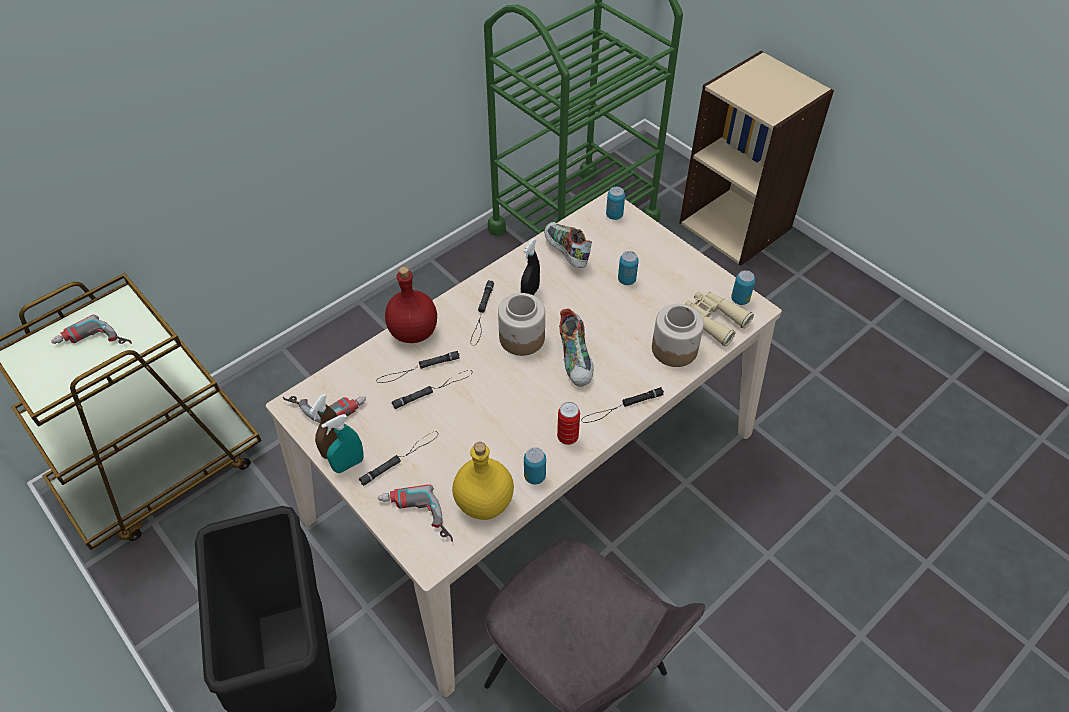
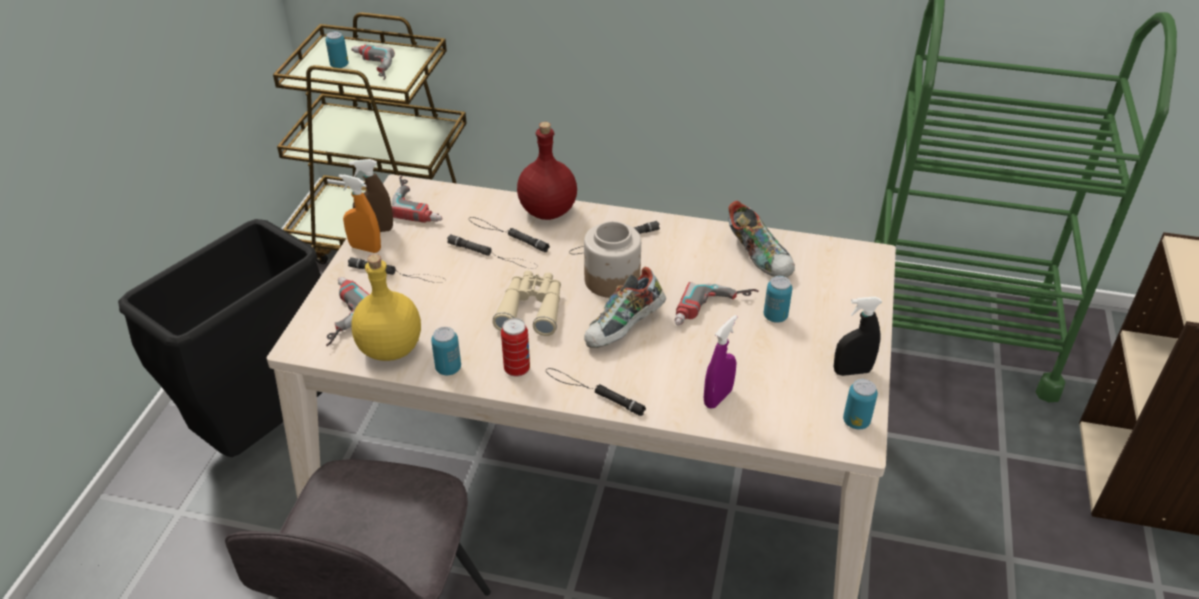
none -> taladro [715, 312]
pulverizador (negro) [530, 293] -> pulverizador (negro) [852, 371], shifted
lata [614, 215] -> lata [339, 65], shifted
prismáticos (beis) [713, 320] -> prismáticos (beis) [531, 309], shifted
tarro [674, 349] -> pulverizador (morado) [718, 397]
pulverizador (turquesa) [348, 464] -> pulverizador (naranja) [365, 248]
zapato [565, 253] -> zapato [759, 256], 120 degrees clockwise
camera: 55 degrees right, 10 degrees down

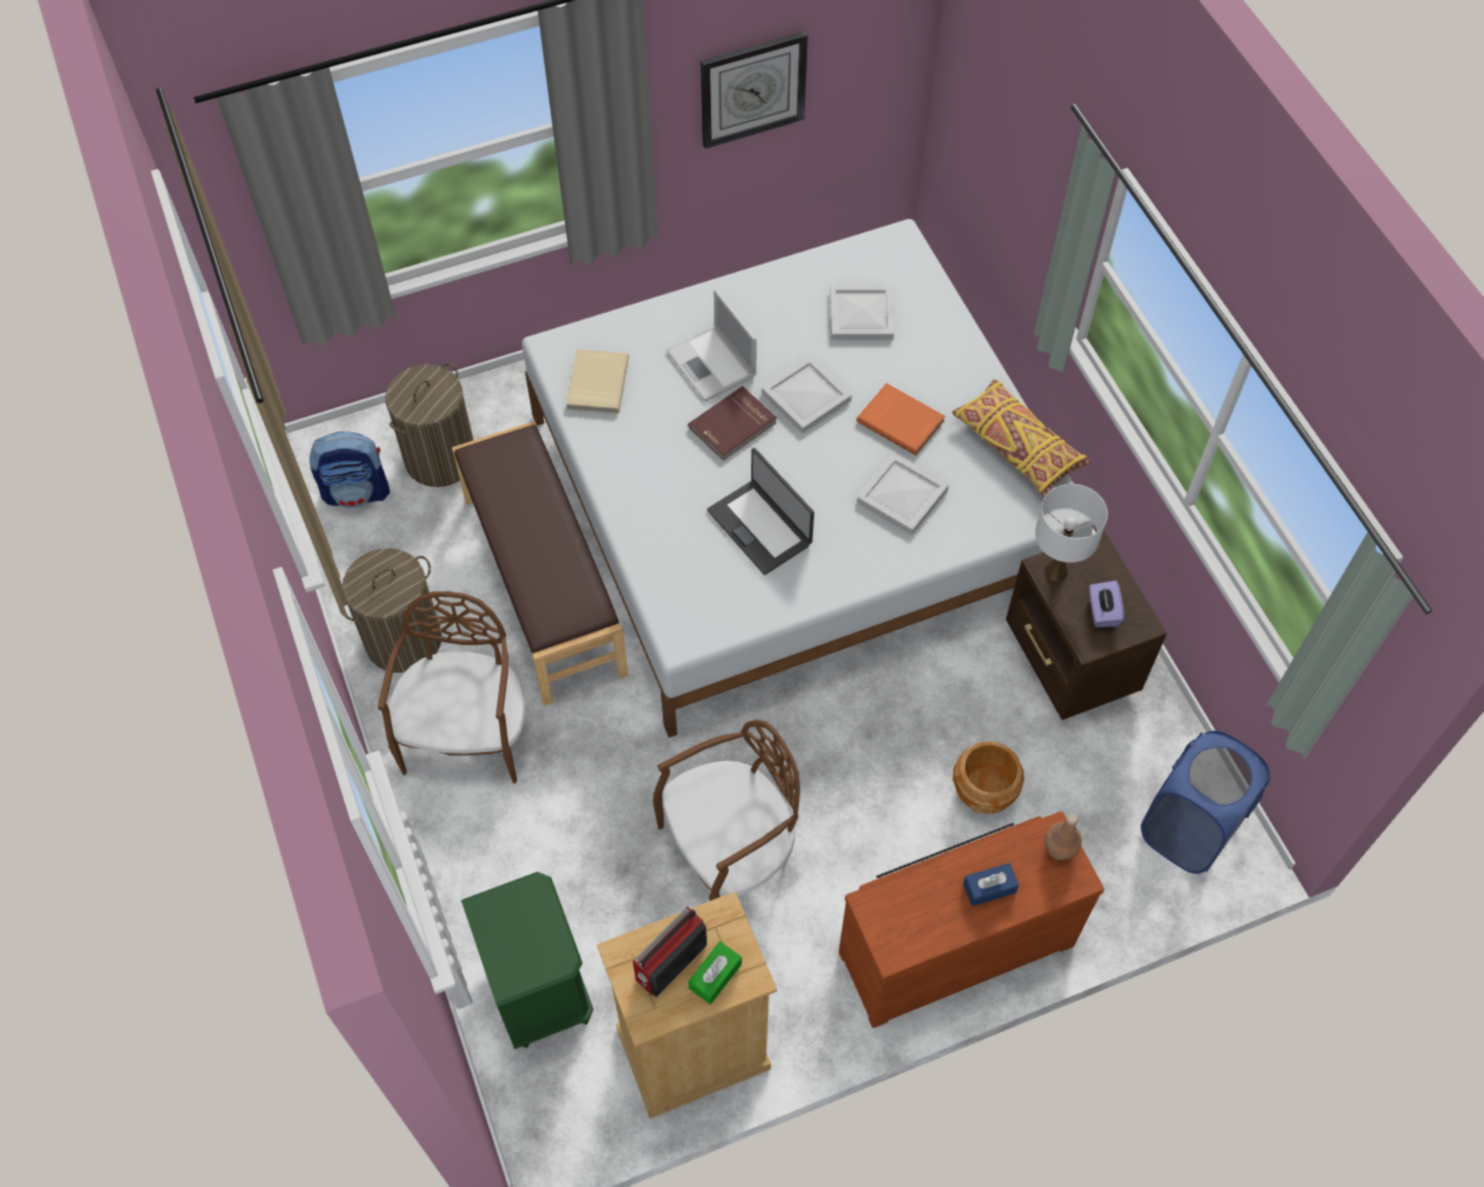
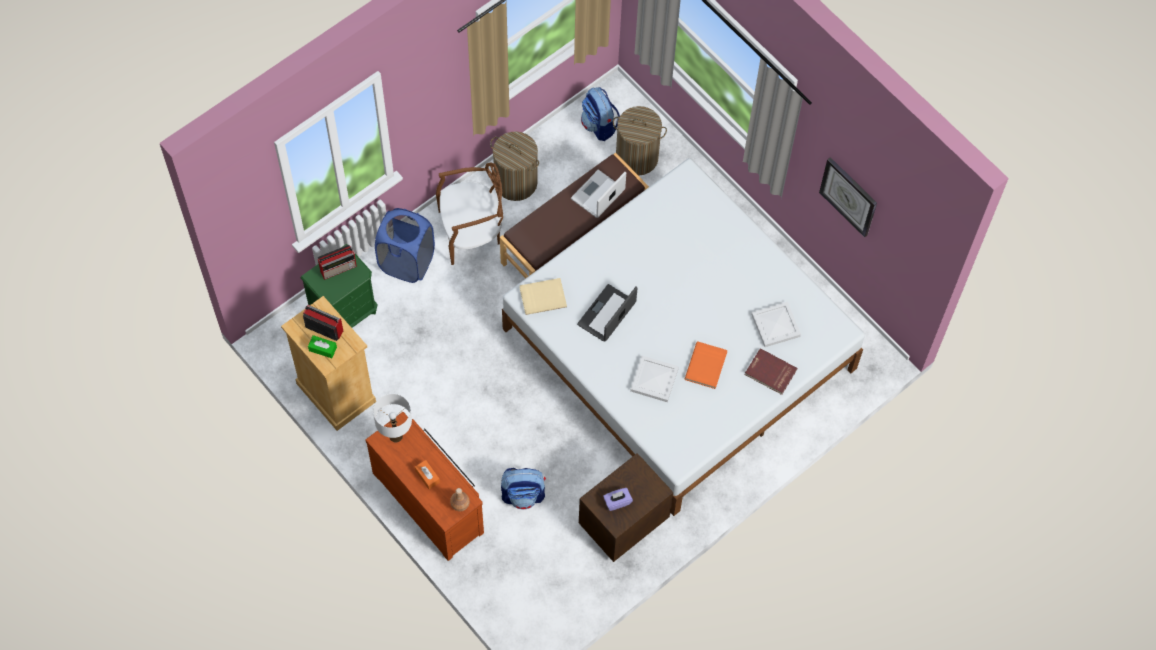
silla (marrón) [730, 852] -> none
bandeja (blanco) [805, 397] -> none
cojín (amarillo) [1017, 446] -> none
none -> radio [339, 268]
libro (beis) [596, 383] -> libro (beis) [542, 296], shifted
portátil [712, 365] -> portátil [597, 195], shifted
libro (rojo) [733, 426] -> libro (rojo) [770, 373], shifted
lámpara de mesa (blanco) [1055, 571] -> lámpara de mesa (blanco) [395, 435], shifted
cesto de la ropa (azul) [1188, 829] -> cesto de la ropa (azul) [406, 262], shifted
maceta (marrón) [983, 792] -> mochila [523, 495]
caja de pañuelos (azul) [989, 888] -> caja de pañuelos (naranja) [427, 476]
camera: 70 degrees right, 5 degrees up

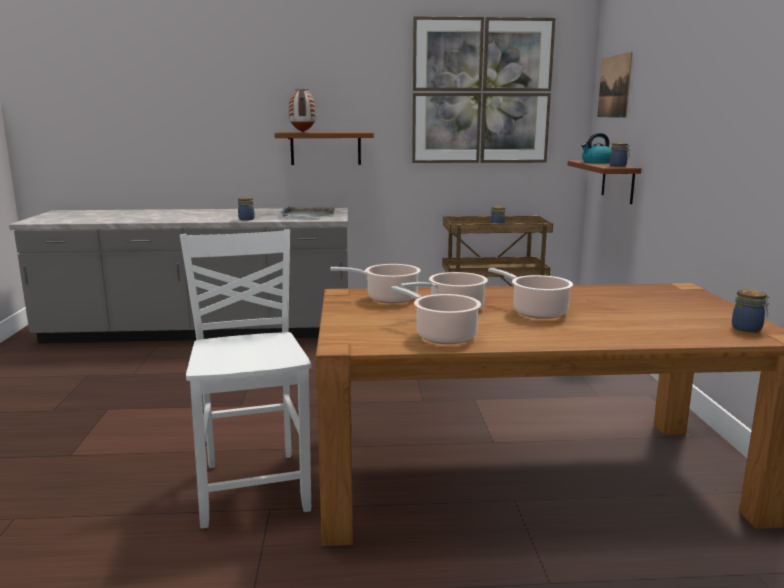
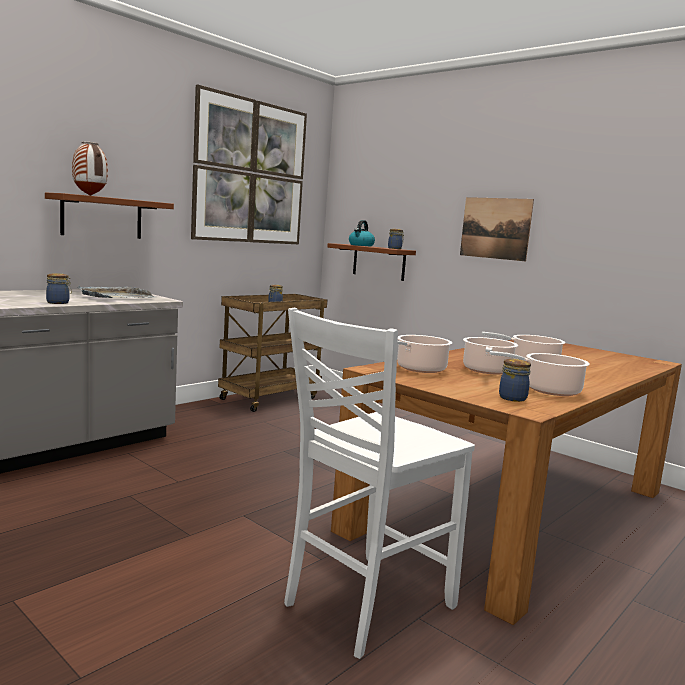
cuadro [614, 86] -> cuadro [495, 228], shifted
tarro [748, 328] -> tarro [513, 398], shifted
silla (blanco) [254, 486] -> silla (blanco) [365, 604], 75 degrees counterclockwise
camera: 45 degrees left, 5 degrees down

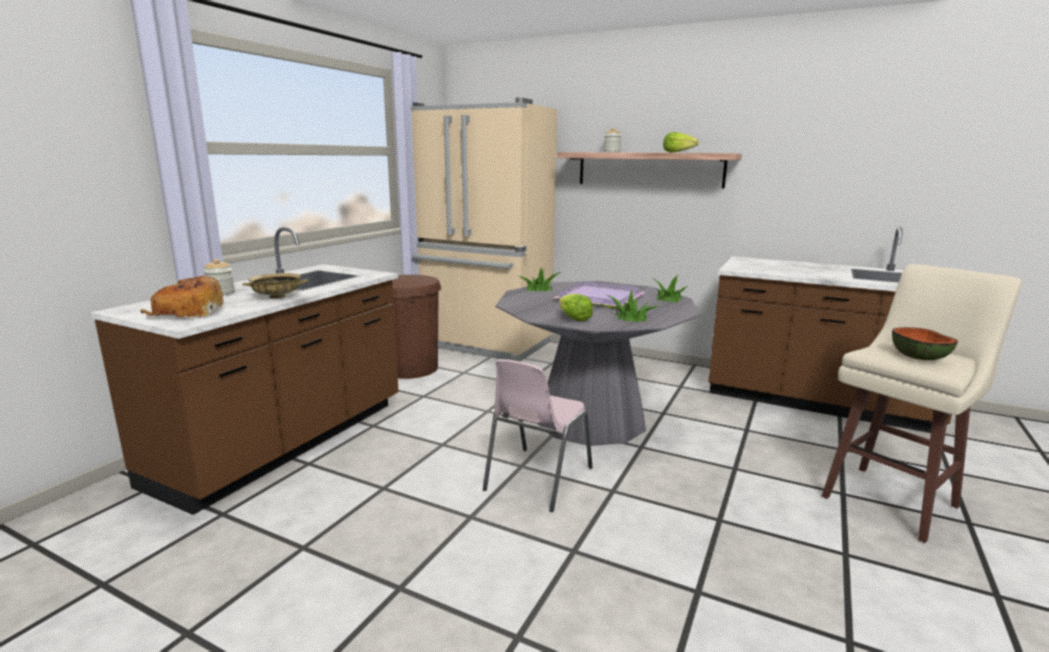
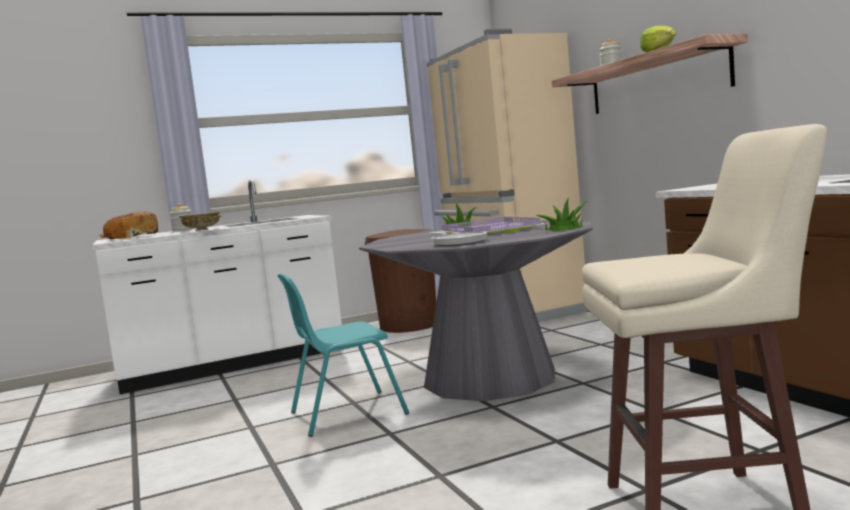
lechuga [573, 318] -> none
cuenco [920, 357] -> none
planta en maceta [631, 317] -> sartén [457, 242]
mueble bajo de cocina (marrón) [285, 443] -> mueble bajo de cocina (blanco) [232, 364]
silla (rosa) [536, 479] -> silla (turquesa) [346, 413]
camera: 40 degrees right, 10 degrees down

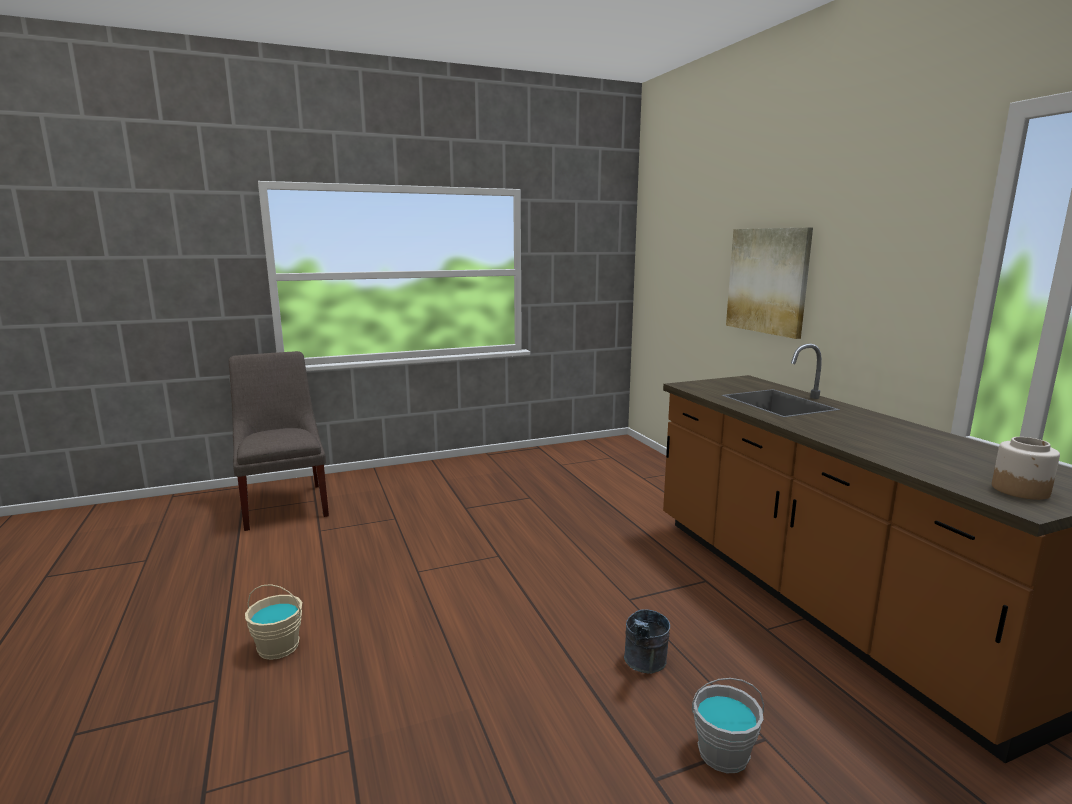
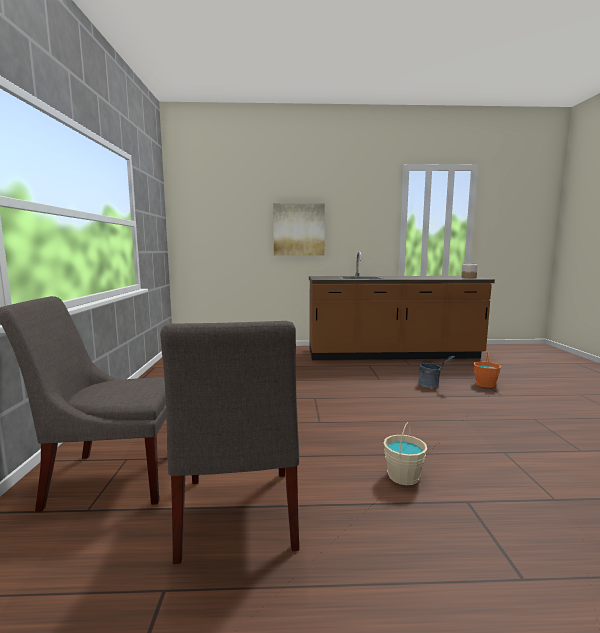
none -> silla (gris) [237, 516]
cubo (gris) [723, 753] -> cubo (naranja) [485, 384]
camera: 70 degrees left, 5 degrees down

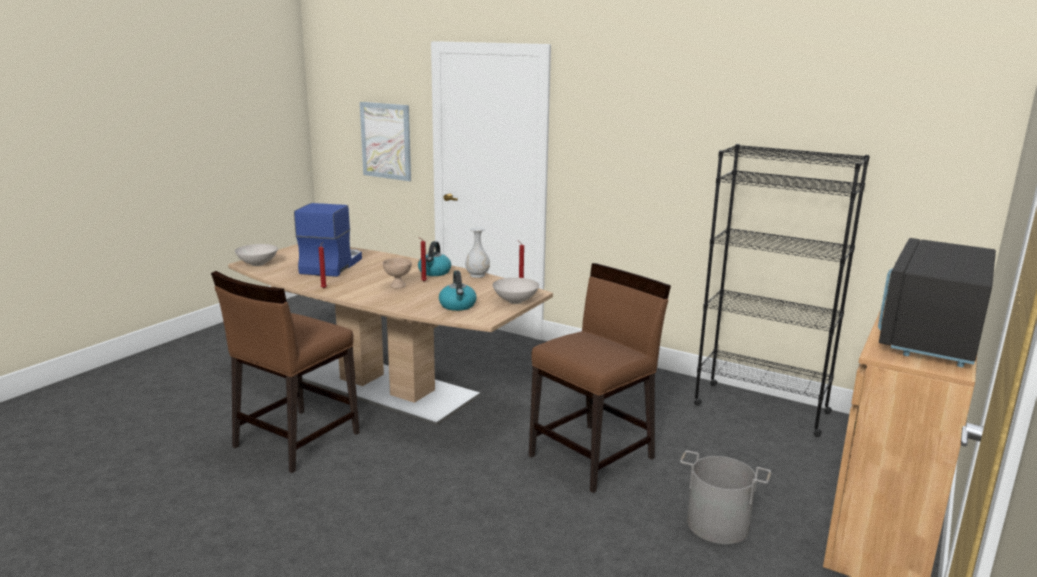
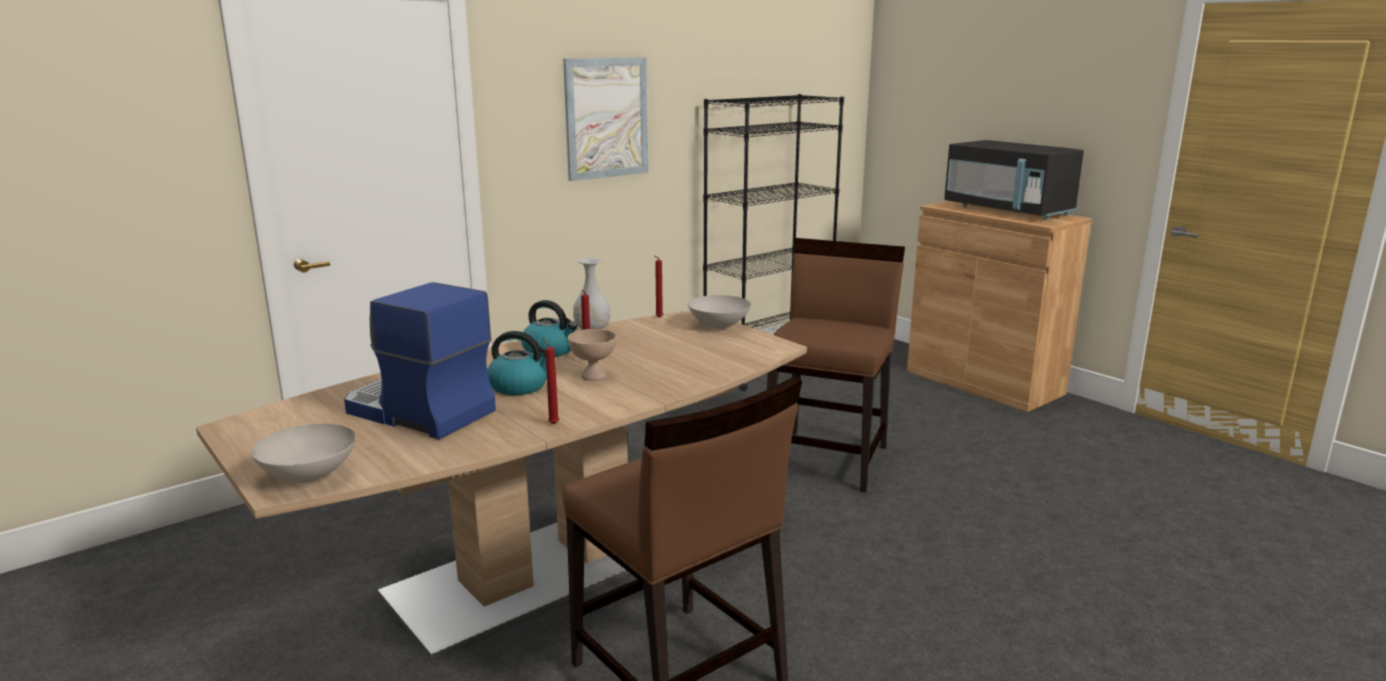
cubo (gris) [717, 525] -> none
cuadro [386, 141] -> cuadro [606, 118], shifted
hervidor [458, 306] -> hervidor [520, 386], shifted
silla (marrón) [593, 456] -> silla (marrón) [828, 459], 45 degrees clockwise
camera: 70 degrees left, 0 degrees up

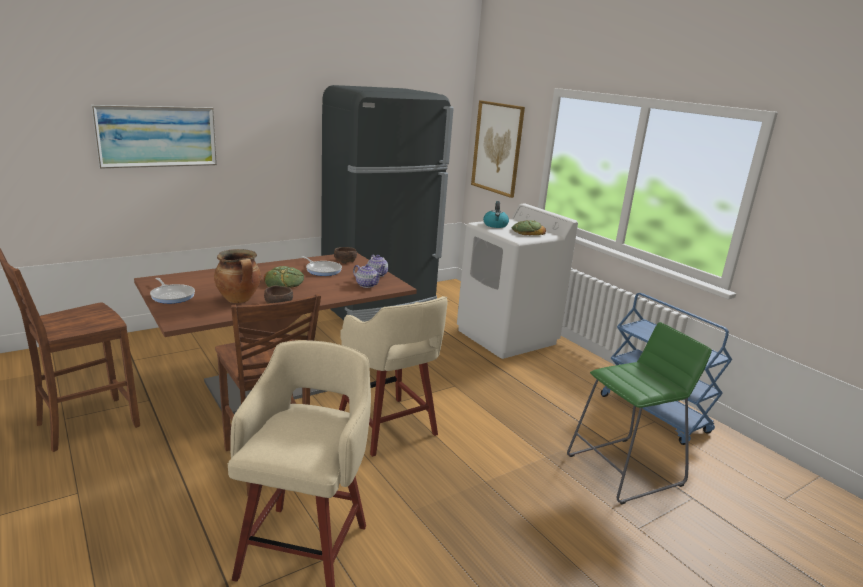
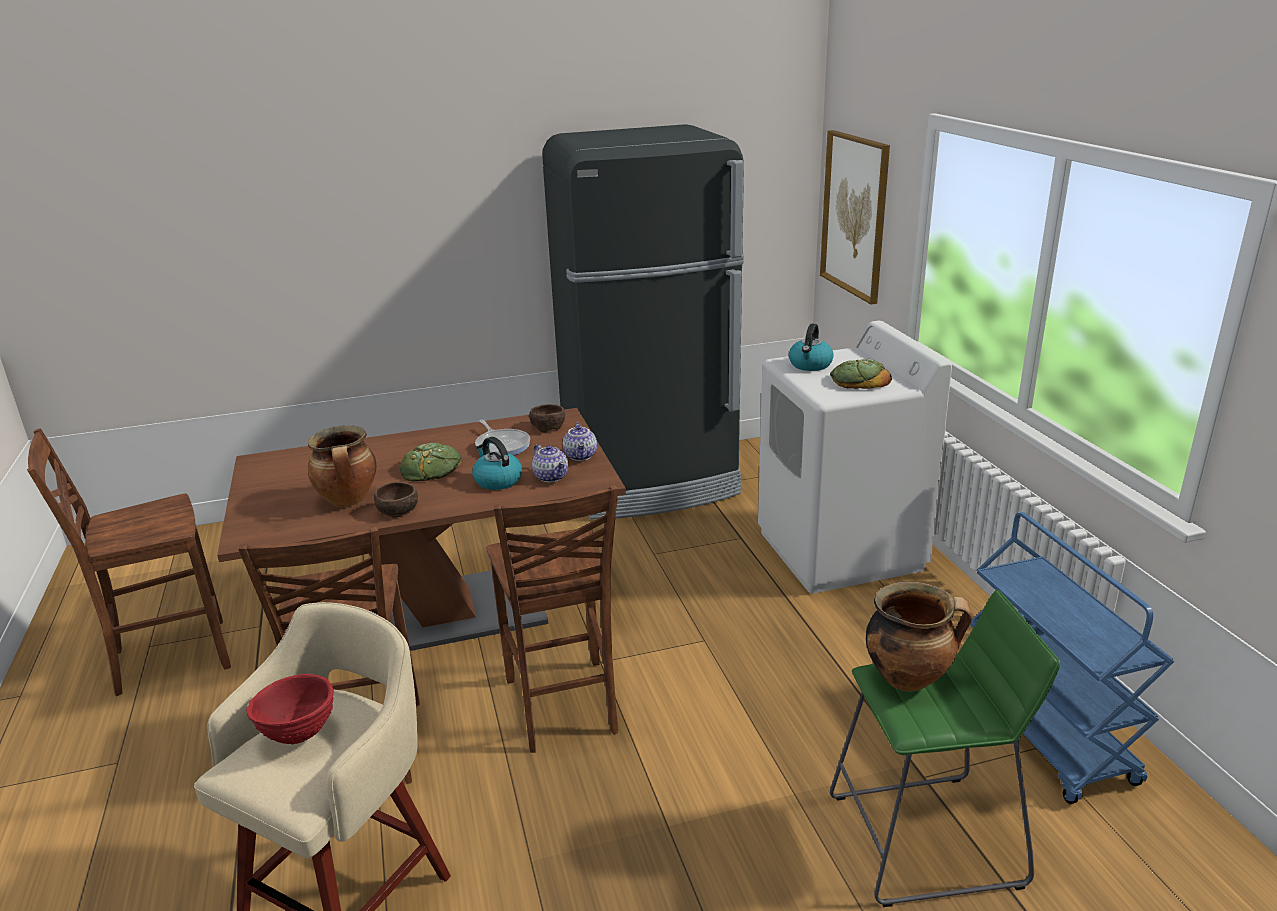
cuadro [157, 136] -> none
sartén [172, 296] -> none
none -> cuenco (rojo) [299, 735]
none -> hervidor [497, 480]
none -> olla [909, 677]
taburete (beis) [388, 427] -> silla (marrón) [562, 707]
camera: 20 degrees right, 5 degrees up

